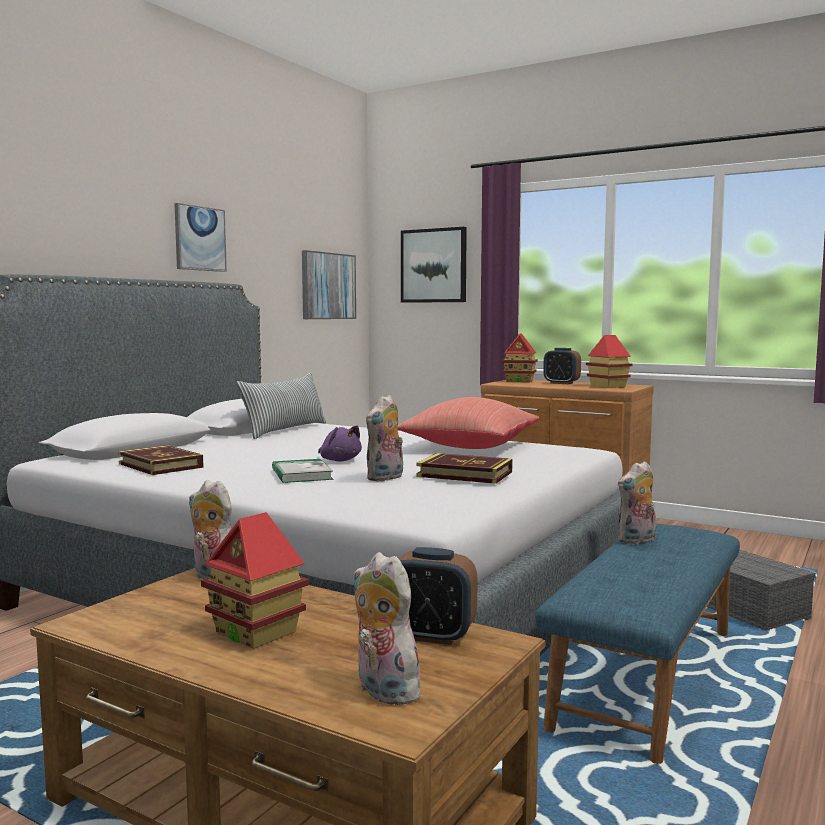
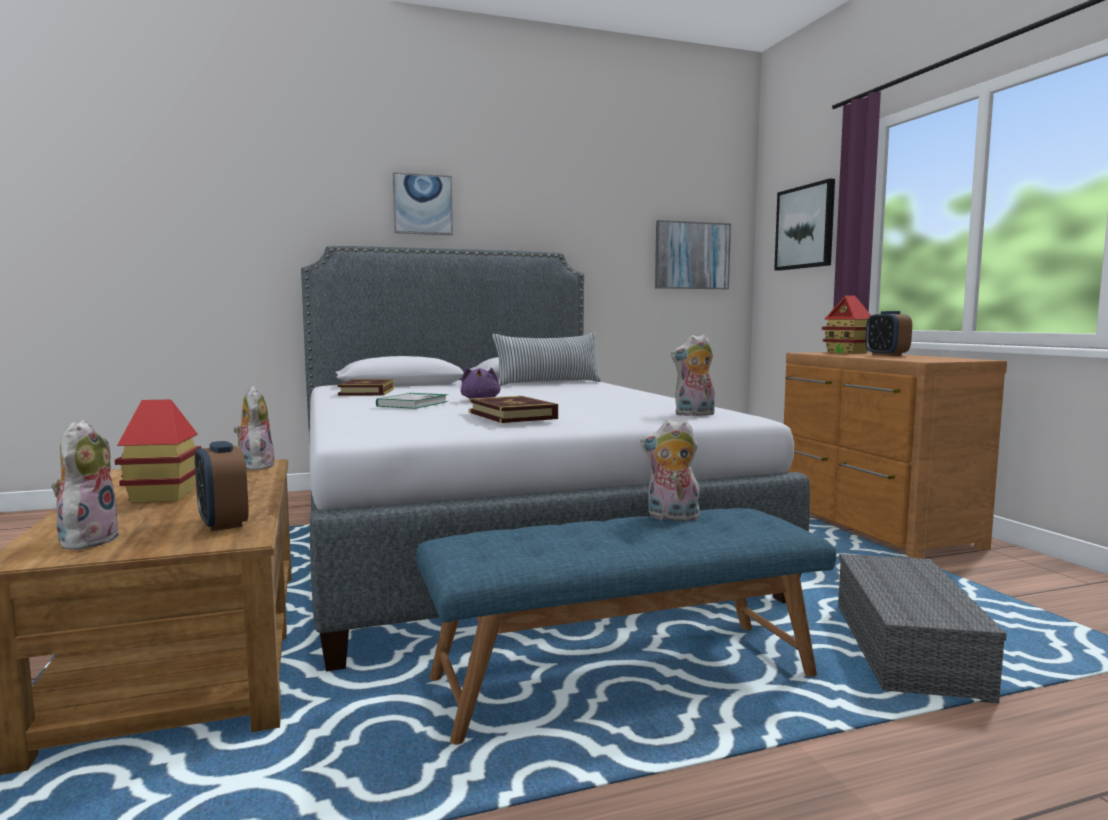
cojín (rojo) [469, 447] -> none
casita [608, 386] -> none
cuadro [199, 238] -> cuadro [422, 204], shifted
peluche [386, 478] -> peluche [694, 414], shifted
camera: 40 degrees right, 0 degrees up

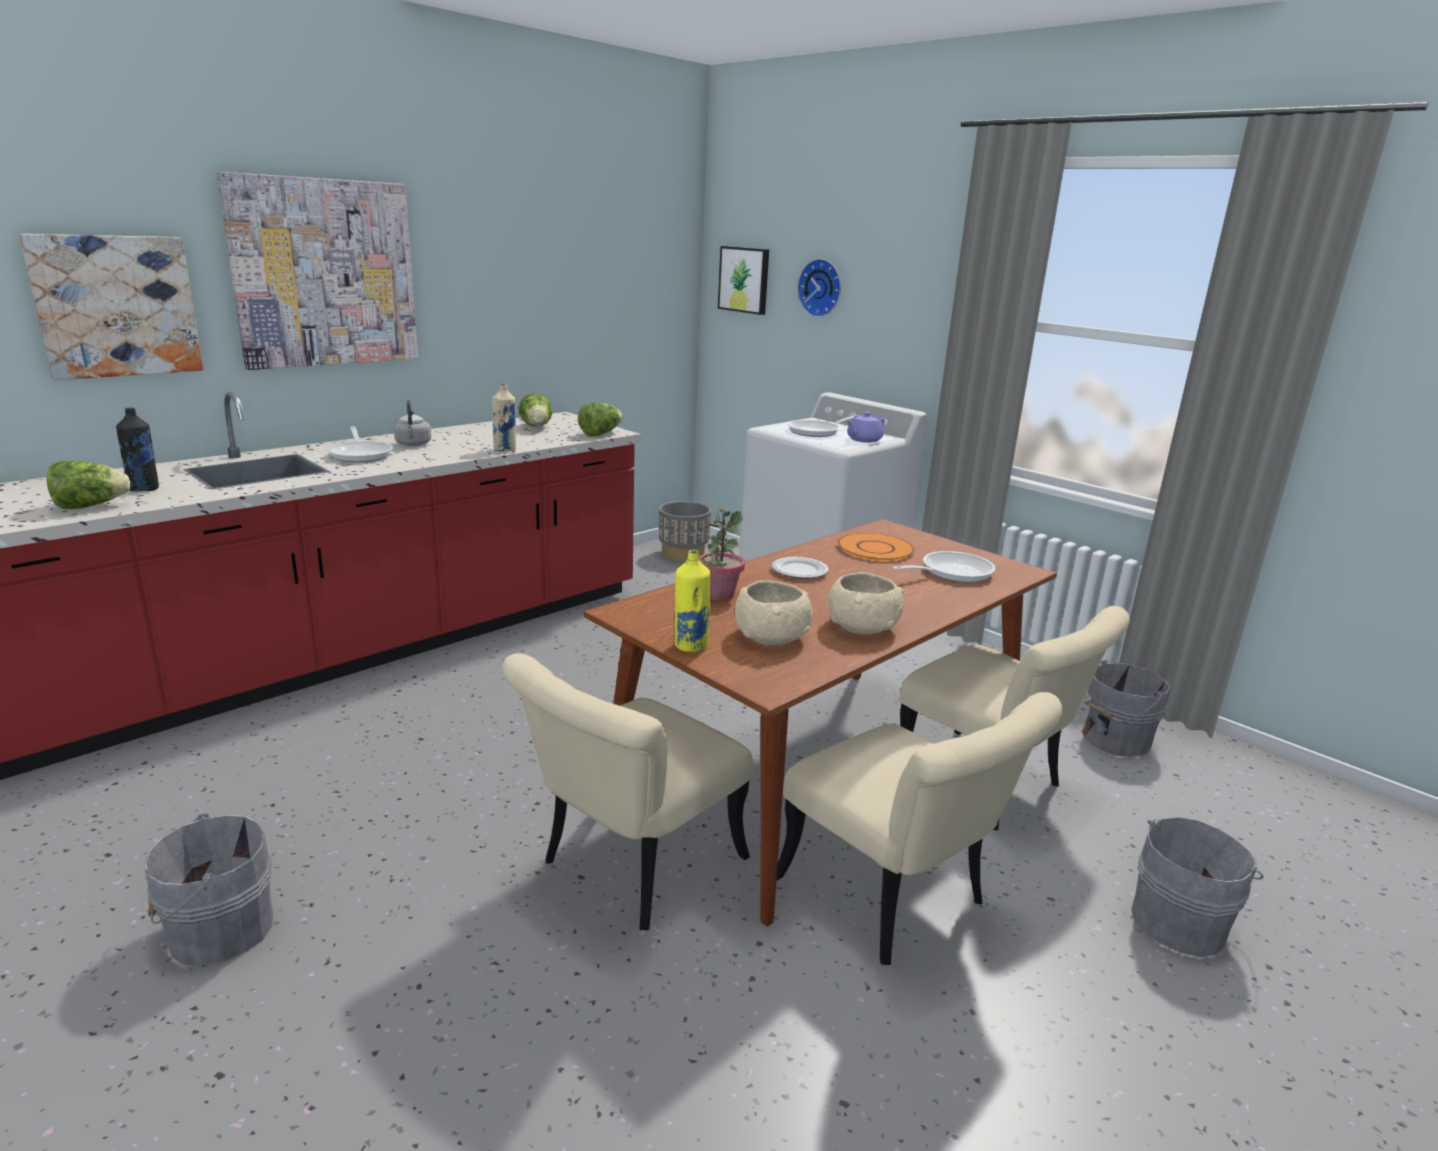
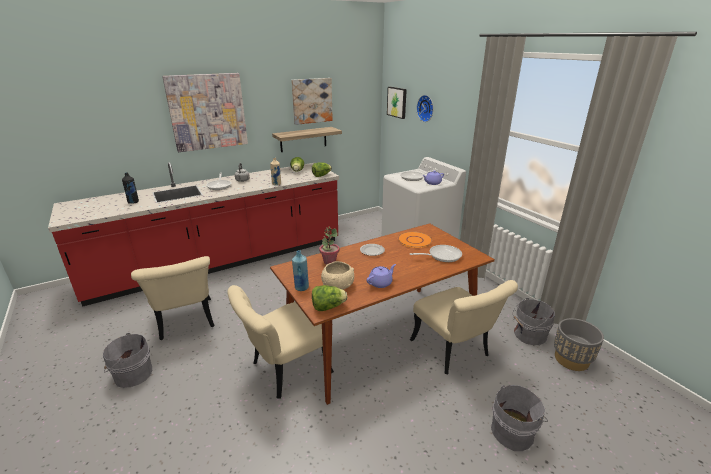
none -> estante [303, 139]
cuadro [116, 306] -> cuadro [312, 101], shifted
lechuga [90, 506] -> lechuga [328, 307], shifted
maceta (gris) [683, 555] -> maceta (gris) [571, 359], shifted
silla (beis) [895, 902] -> silla (beis) [186, 323], shifted
cuenco (beis) [862, 626] -> tetera (morado) [381, 283]
botella (amarillo) [690, 646] -> botella (azul) [301, 287]
camera: 15 degrees right, 5 degrees up

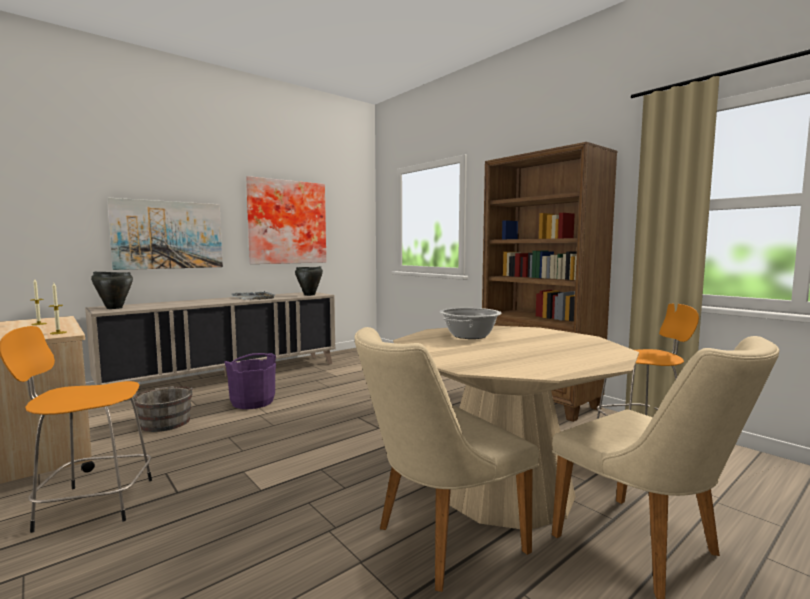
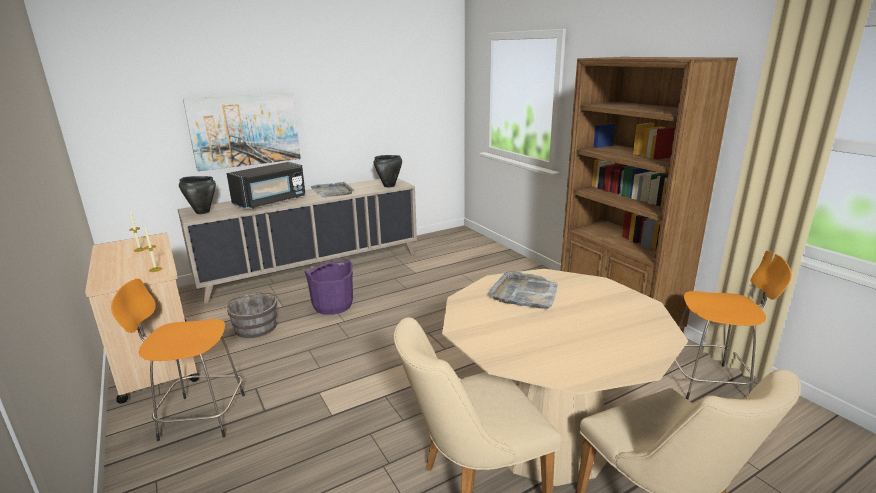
cuadro [286, 222] -> none
none -> microondas (negro) [271, 202]
olla [469, 335] -> bandeja (gris) [525, 293]
camera: 10 degrees right, 15 degrees up

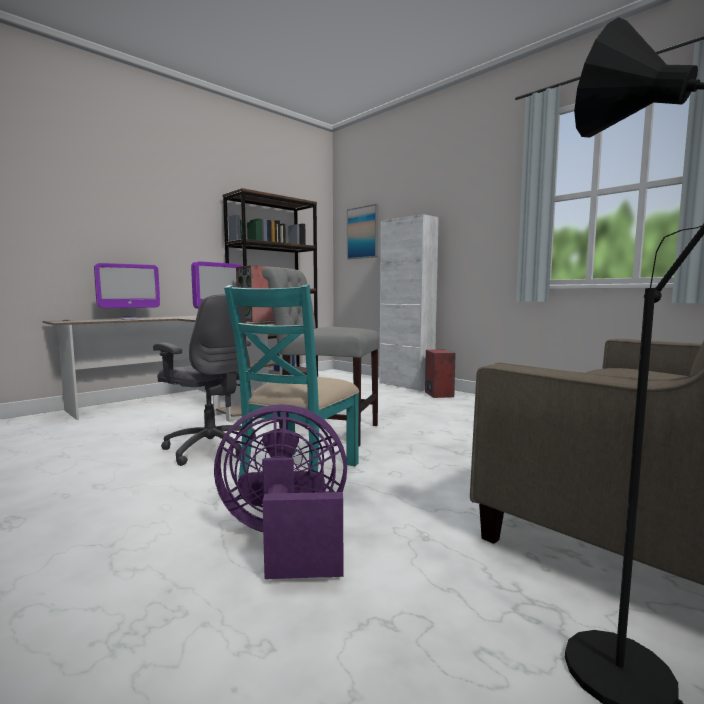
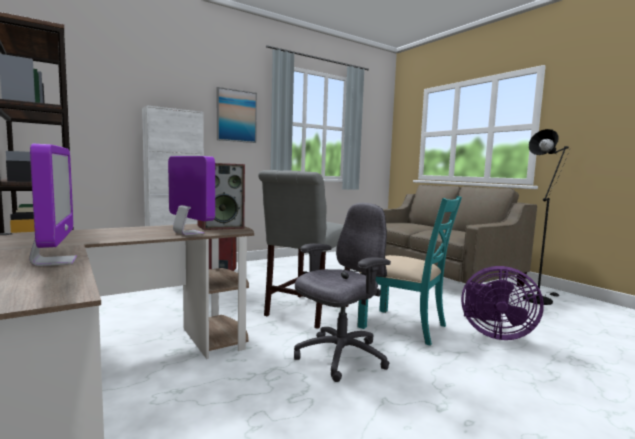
cuadro [363, 232] -> cuadro [236, 116], shifted
ventilador (morado) [286, 540] -> ventilador (morado) [494, 334], 75 degrees counterclockwise
camera: 80 degrees left, 0 degrees up

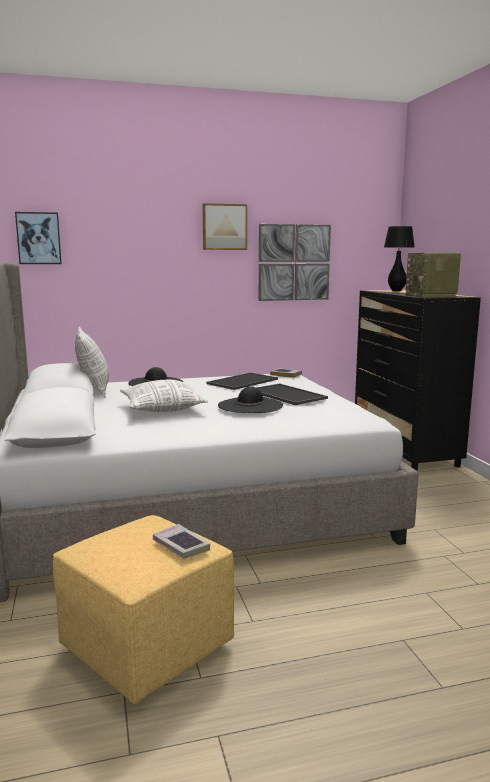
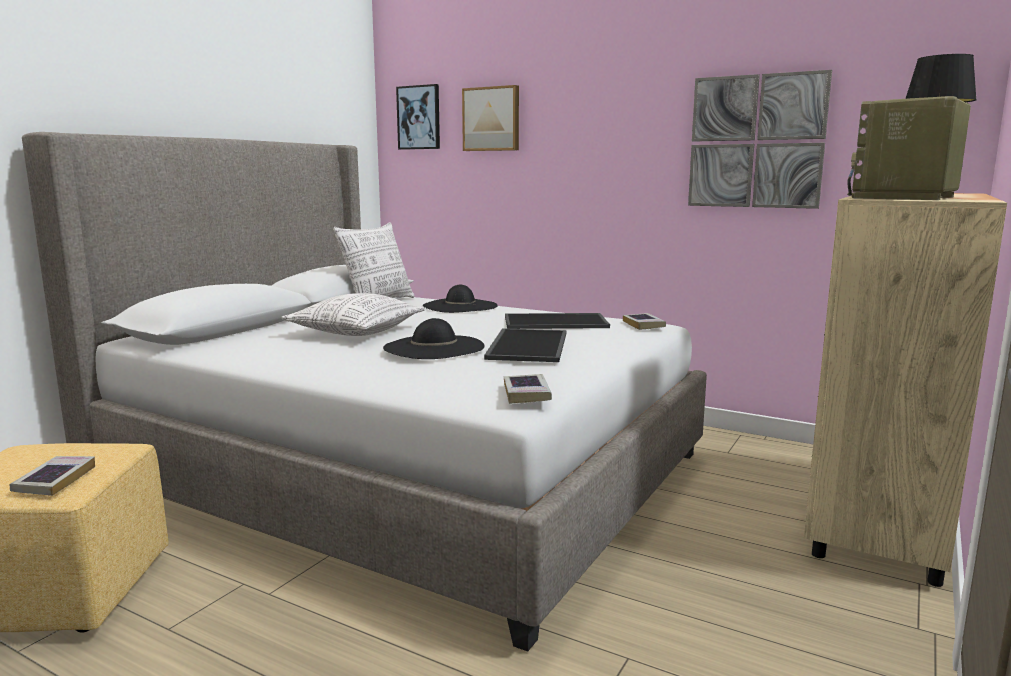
none -> libro [526, 394]
cuadro [224, 227] -> cuadro [492, 119], shifted
cómoda (negro) [404, 450] -> cómoda (beis) [878, 517]
camera: 45 degrees right, 0 degrees up

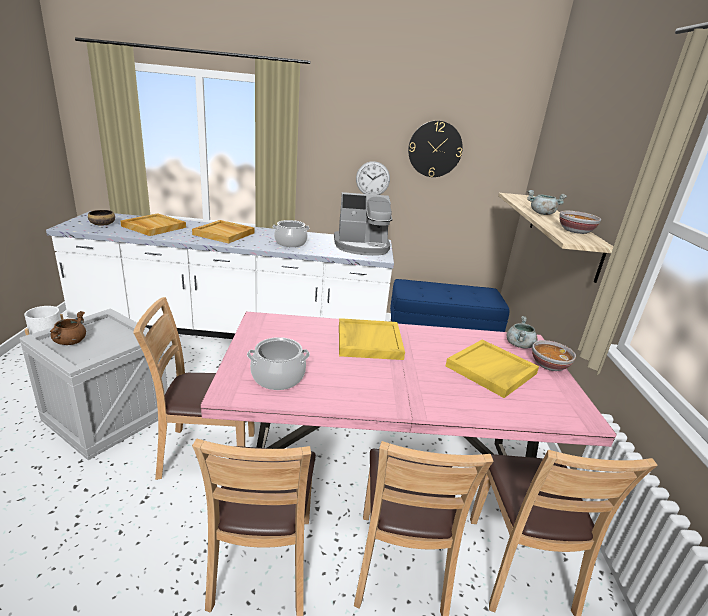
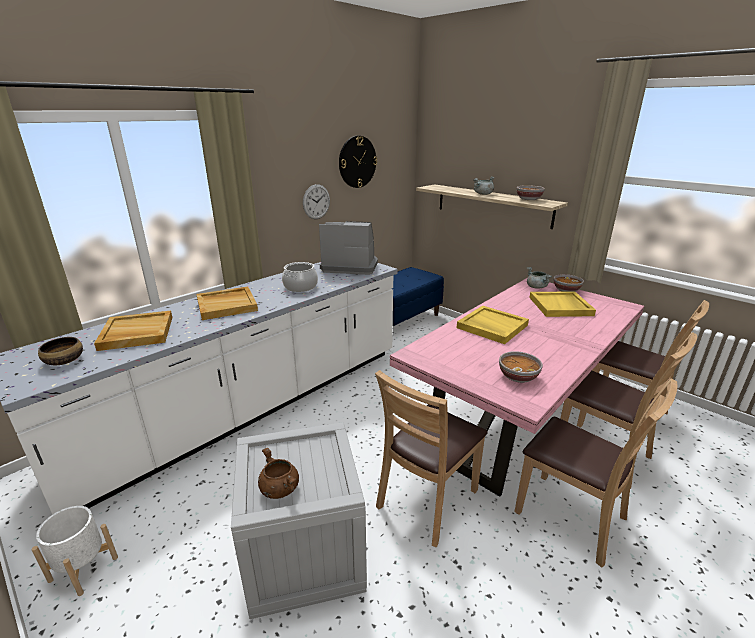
olla [278, 377] -> cuenco [518, 376]
cafetera [362, 246] -> cafetera [349, 266], 120 degrees counterclockwise
camera: 45 degrees left, 0 degrees up

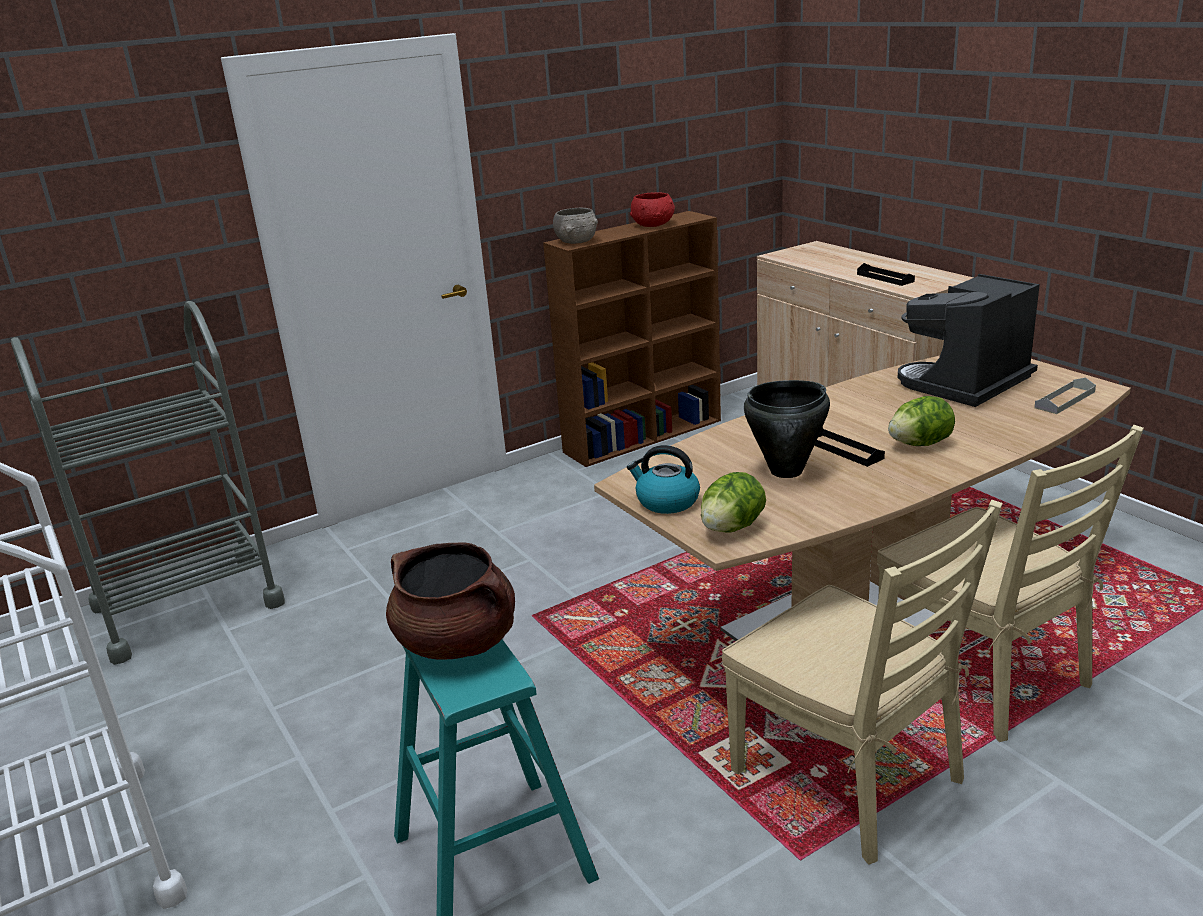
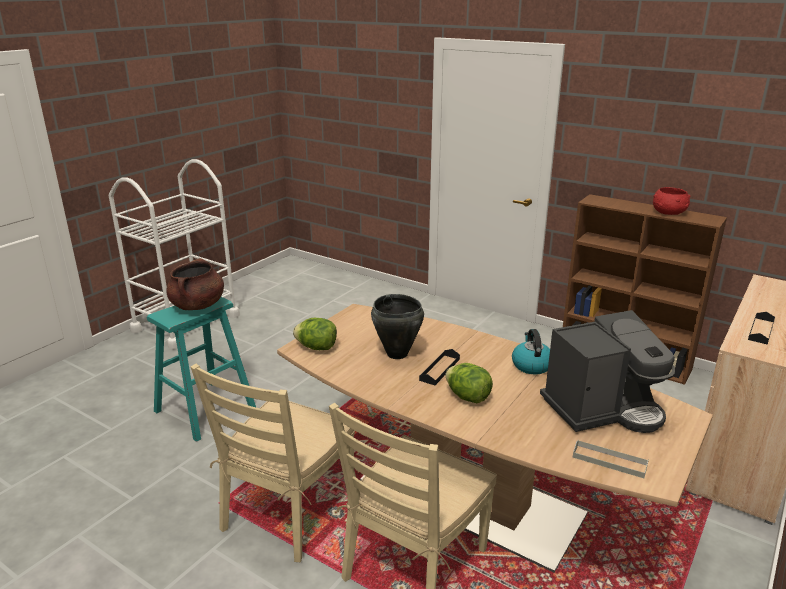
carrito (gris) [188, 606] -> none
cuenco (gris) [576, 241] -> none
hervidor [666, 501] -> hervidor [531, 365], shifted
cafetera [966, 384] -> cafetera [603, 409], 135 degrees clockwise
camera: 65 degrees right, 0 degrees up

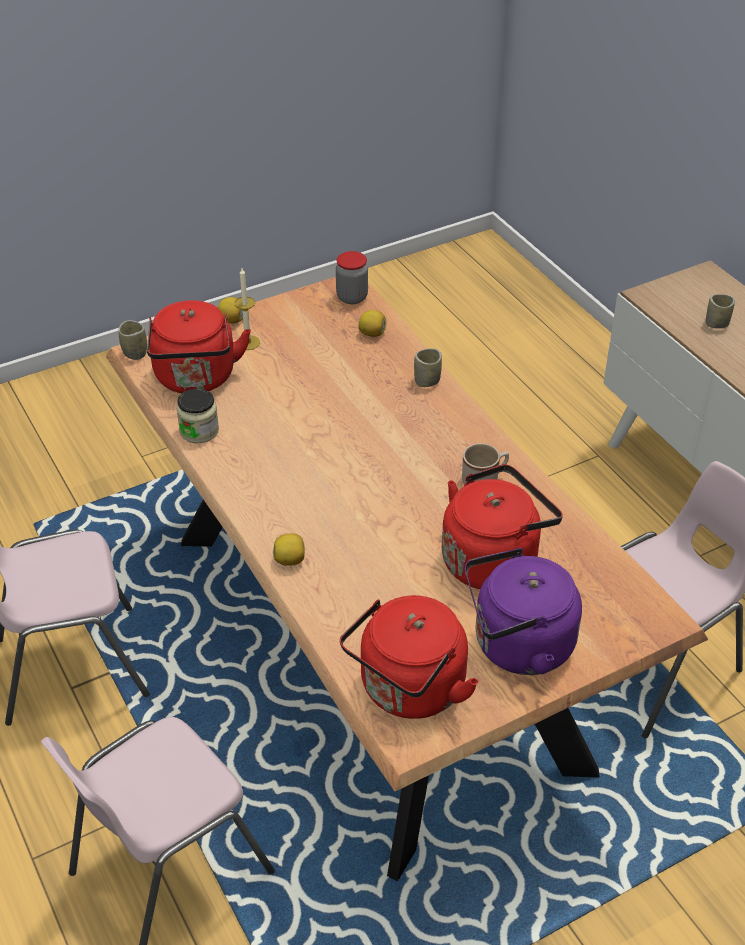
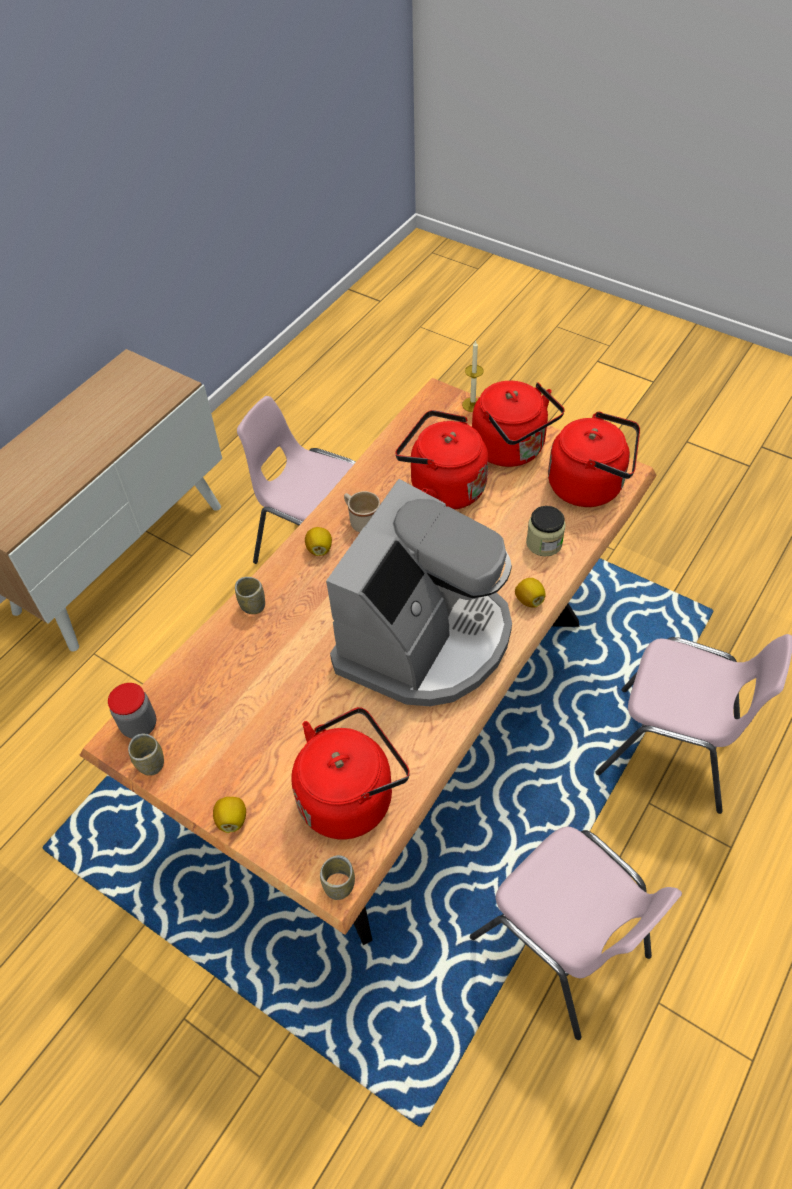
none -> cafetera [425, 639]
tarro [199, 431] -> tarro [544, 543], shifted
vela [248, 342] -> vela [472, 404], shifted
limón [372, 333] -> limón [319, 549], shifted
taza [716, 323] -> taza [151, 763], shifted
hervidor (morado) [517, 646] -> hervidor (rojo) [512, 450]
camera: 115 degrees left, 10 degrees up

